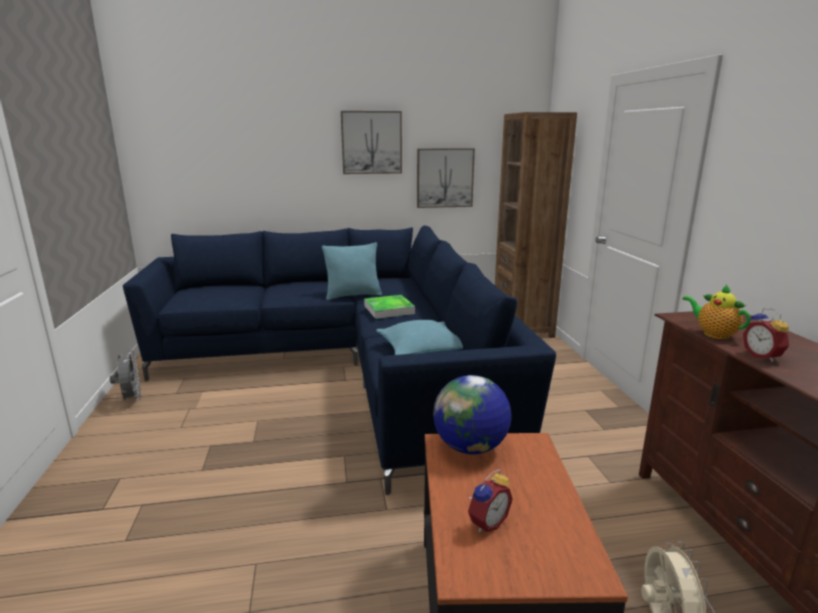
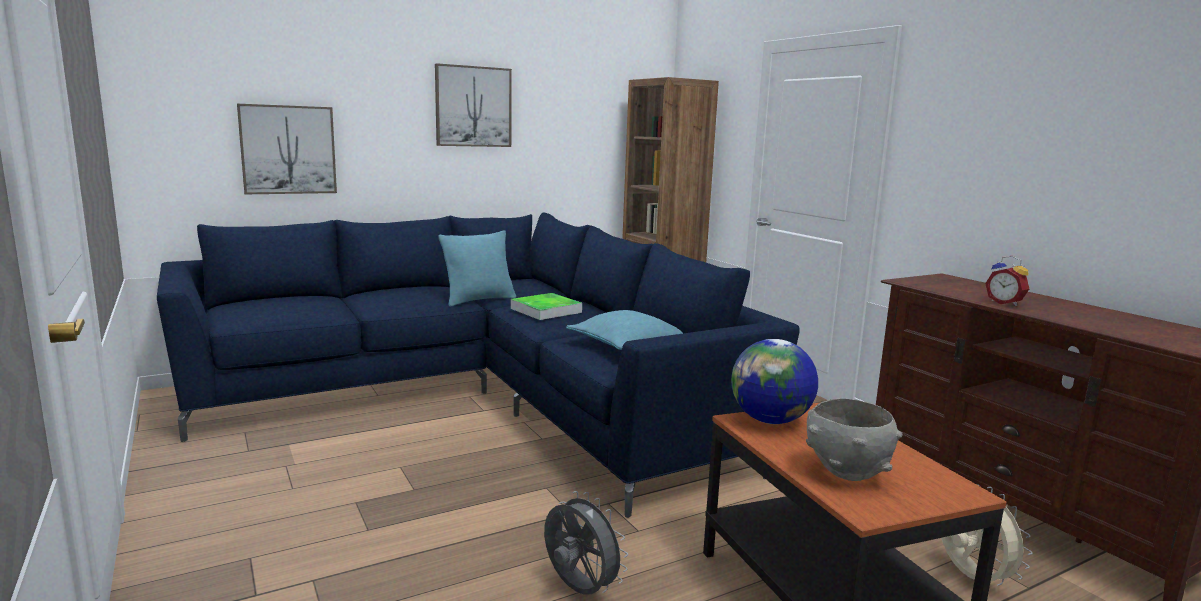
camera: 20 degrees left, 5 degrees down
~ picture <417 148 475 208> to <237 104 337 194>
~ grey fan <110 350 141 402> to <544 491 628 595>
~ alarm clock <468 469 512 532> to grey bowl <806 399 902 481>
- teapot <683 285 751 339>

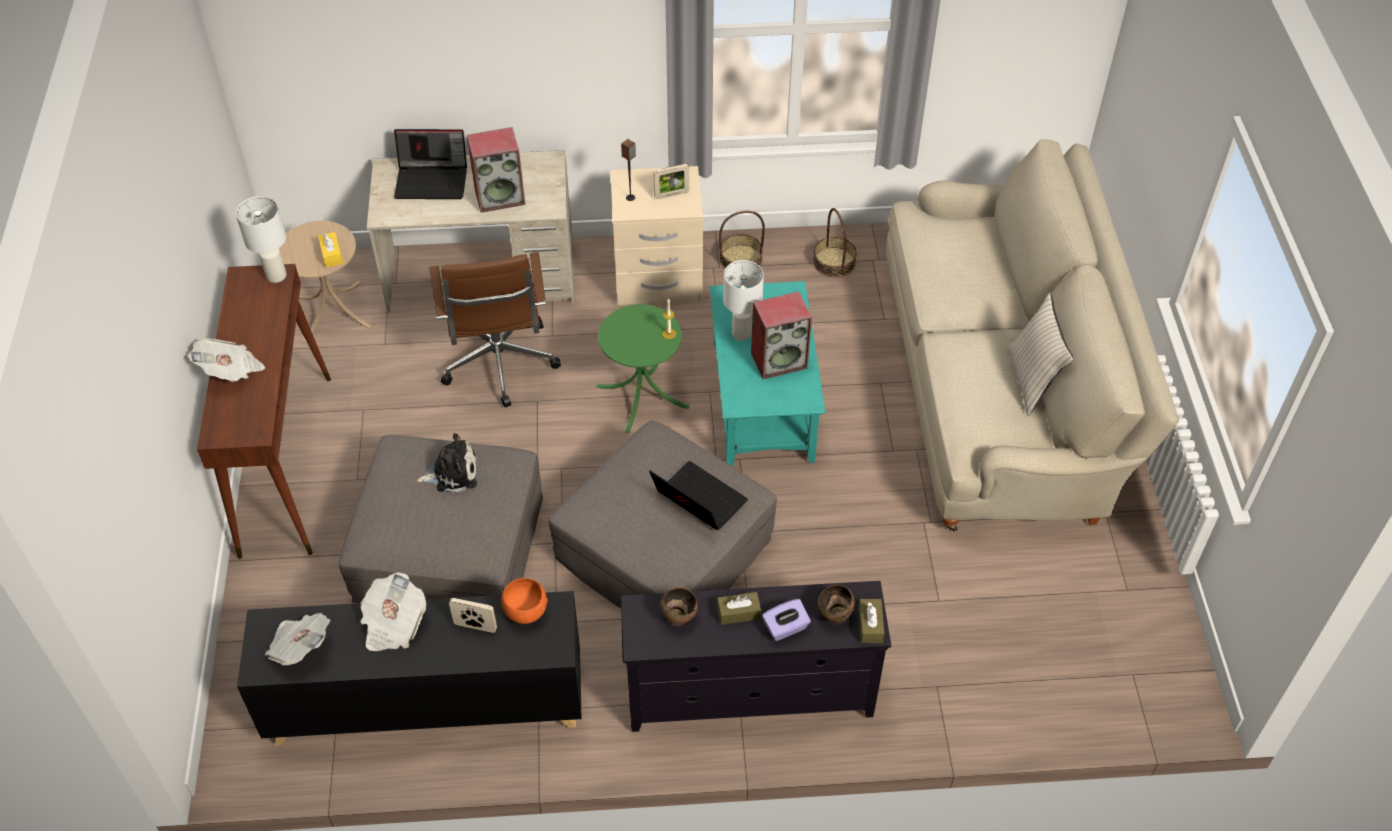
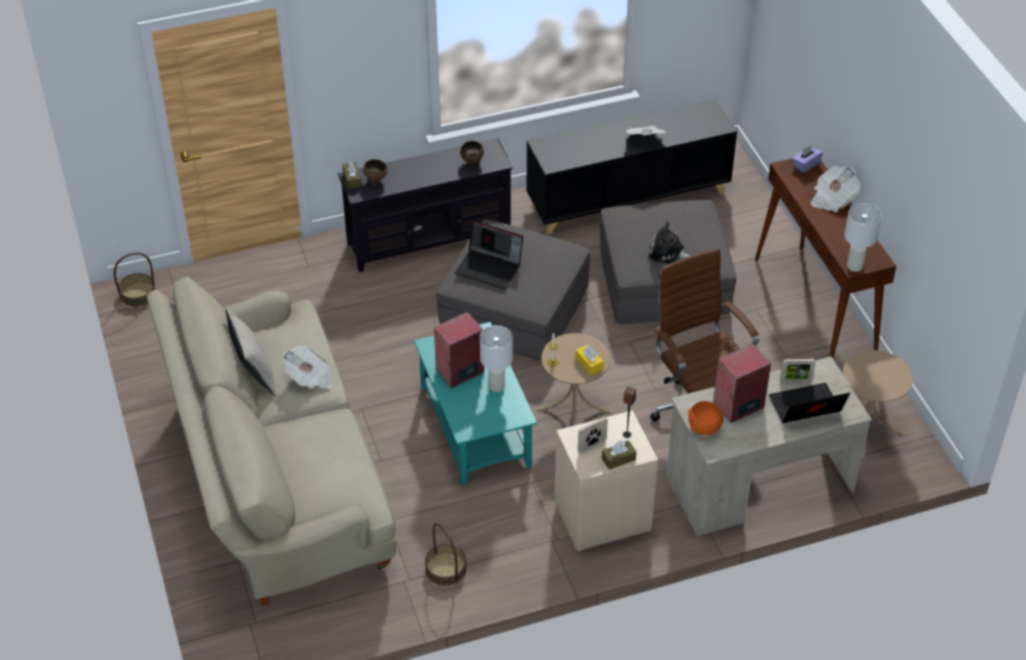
camera: 165 degrees right, 5 degrees down
~ basket <719 211 765 269> to <114 252 156 307>
~ newspaper <265 613 330 665> to <283 346 332 389>
~ green side table <596 304 690 433> to beige side table <533 333 615 426>
~ yellow tissue box <318 232 343 267> to <575 344 604 375>
~ brown tissue box <717 592 761 625> to <602 440 637 470>
~ plush toy <416 433 477 492> = <648 222 691 265> 45 degrees clockwise
~ orange bowl <501 578 548 624> to <688 401 723 435>
~ picture frame <449 598 497 633> to <780 359 816 384>
~ purple tissue box <762 599 811 641> to <792 145 823 173>

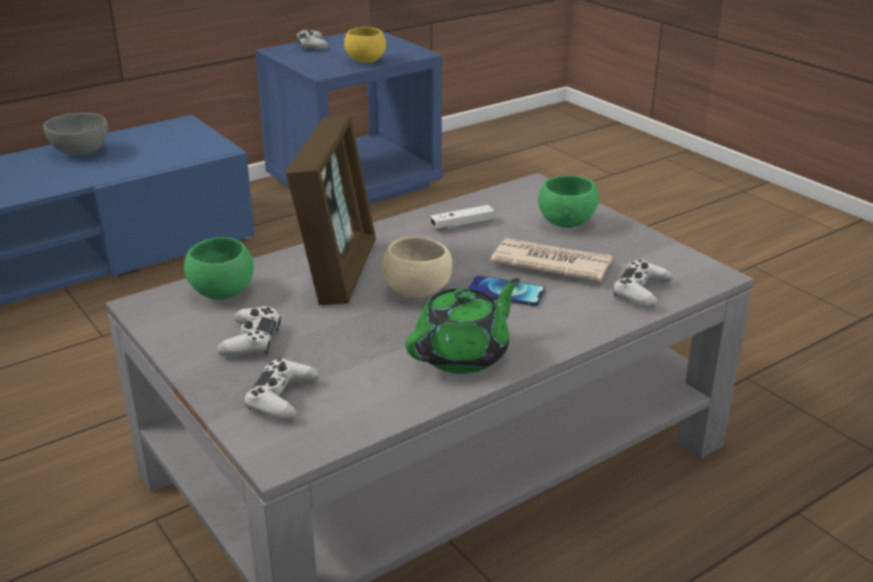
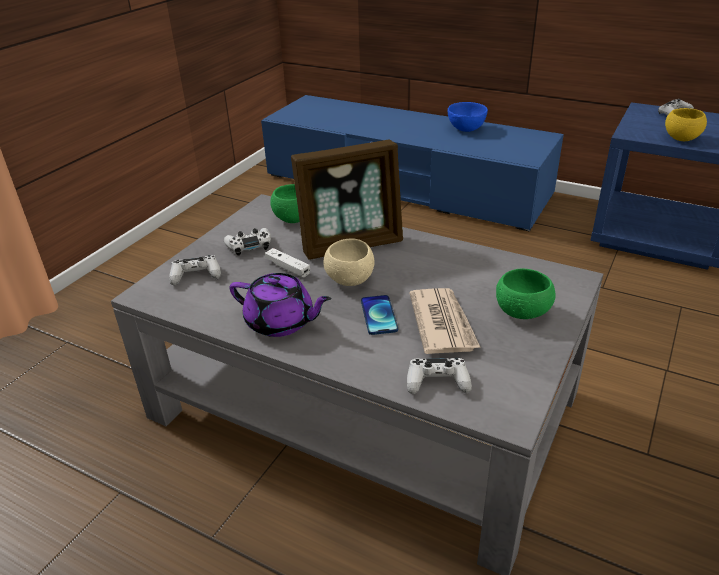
camera: 65 degrees right, 5 degrees up
~ green teapot <405 278 520 374> to purple teapot <230 273 331 337>
~ white game controller <431 205 495 229> to <265 248 310 277>
~ grey bowl <43 113 108 156> to blue bowl <448 102 488 132>

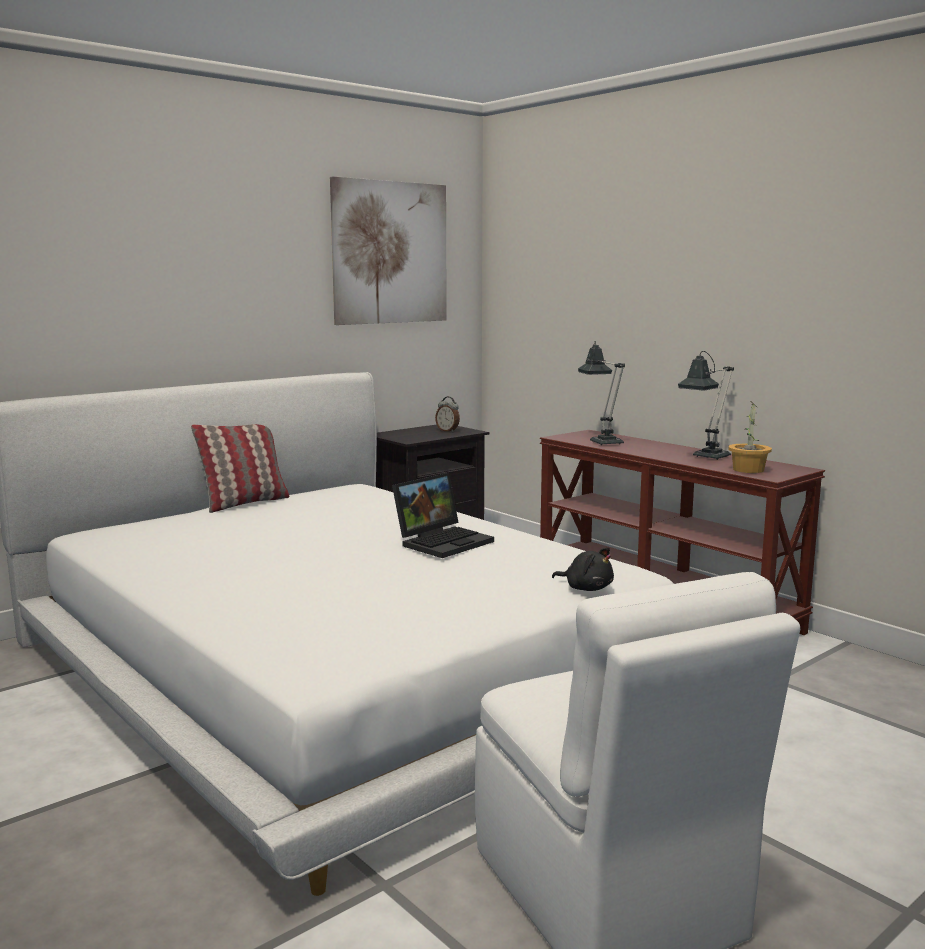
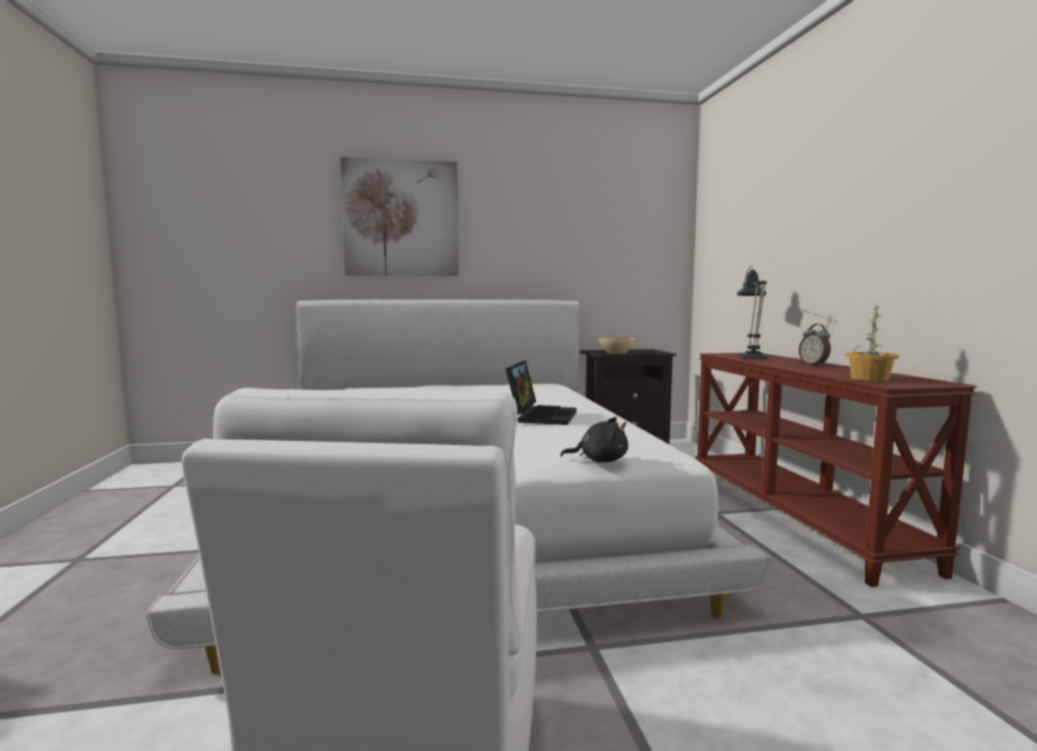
camera: 30 degrees right, 5 degrees down
~ picture <330 176 447 325> to <340 157 458 276>
~ laptop <392 473 494 558> = <505 360 577 425> 60 degrees counterclockwise
~ black plush toy <552 548 614 591> = <560 417 628 463> 60 degrees counterclockwise
+ beige bowl <599 337 635 353>
~ alarm clock <435 397 460 432> to <799 324 831 366>
- pillow <191 424 289 513>
- table lamp <678 351 734 460>

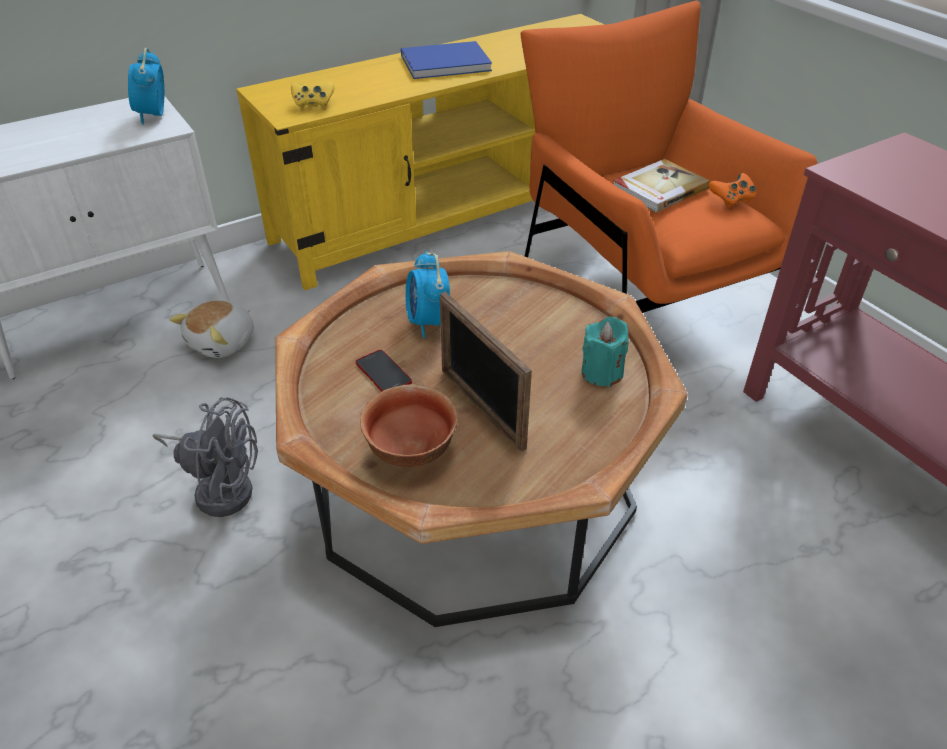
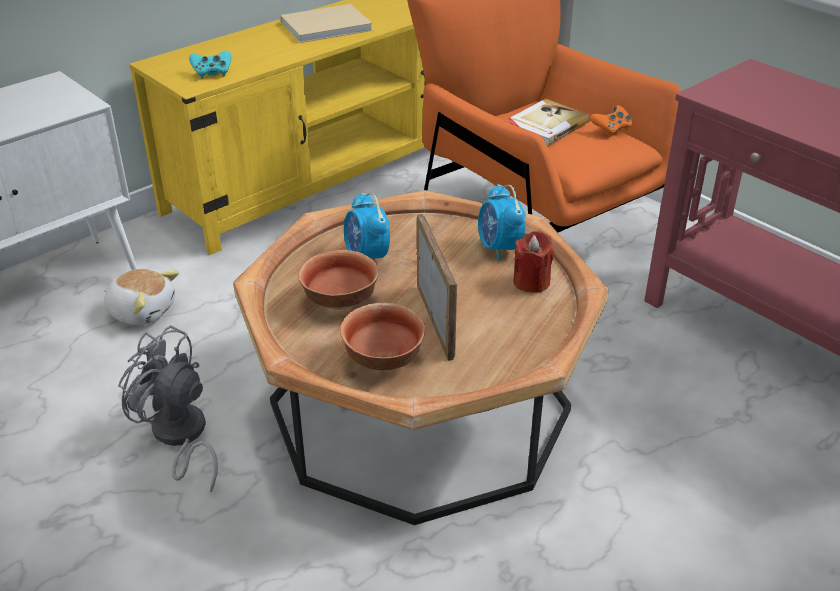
camera: 10 degrees left, 5 degrees down
~ plush toy <169 300 254 358> = <104 269 179 326> 90 degrees counterclockwise
~ grey fan <152 397 258 517> = <118 325 218 492> 150 degrees counterclockwise
~ yellow game controller <291 81 335 109> to turquoise game controller <189 51 231 78>
~ blue book <401 41 492 79> to beige book <280 4 373 43>
~ phone <355 350 412 392> to bowl <298 250 379 310>
~ picture frame <440 292 532 452> = <417 214 457 361> 150 degrees counterclockwise
~ alarm clock <128 48 164 124> to <478 184 526 261>
~ turquoise candle <582 317 629 387> to red candle <513 231 554 293>

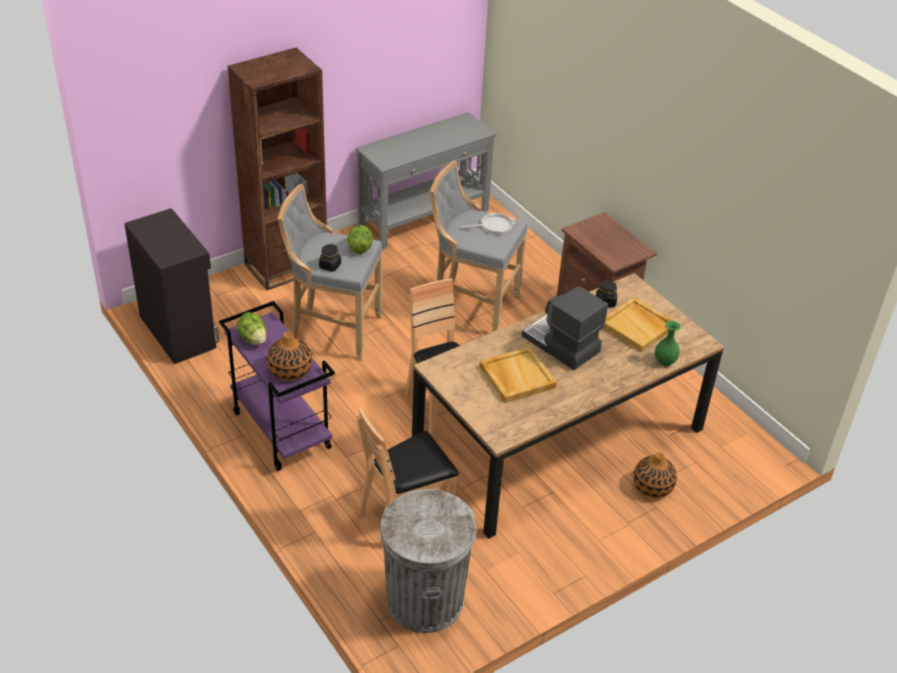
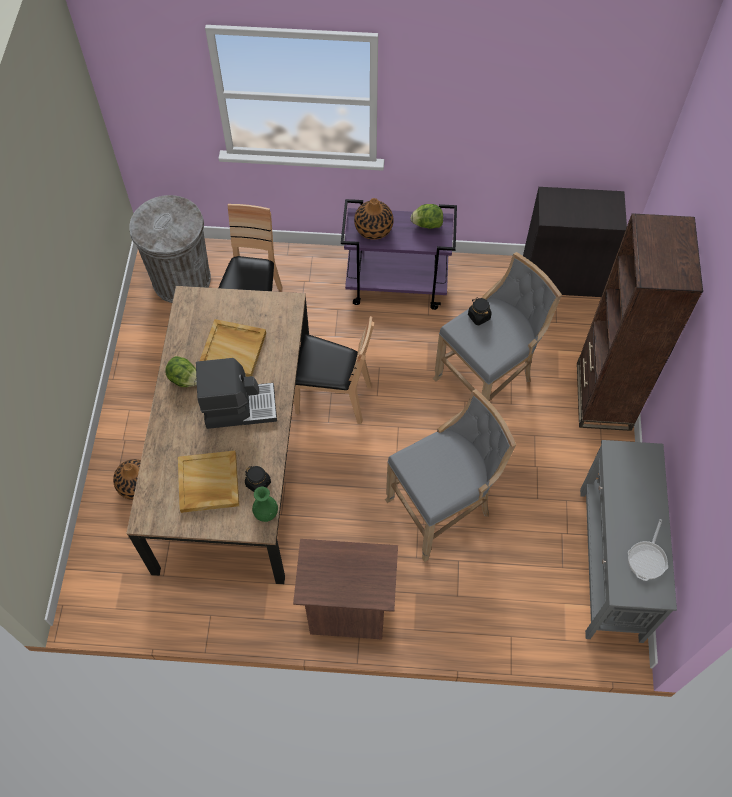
camera: 130 degrees right, 20 degrees up
~ lettuce <347 225 373 254> to <165 356 197 387>
~ green vase <655 321 680 366> to <252 487 278 522>
~ frying pan <460 212 515 235> to <628 519 668 581>

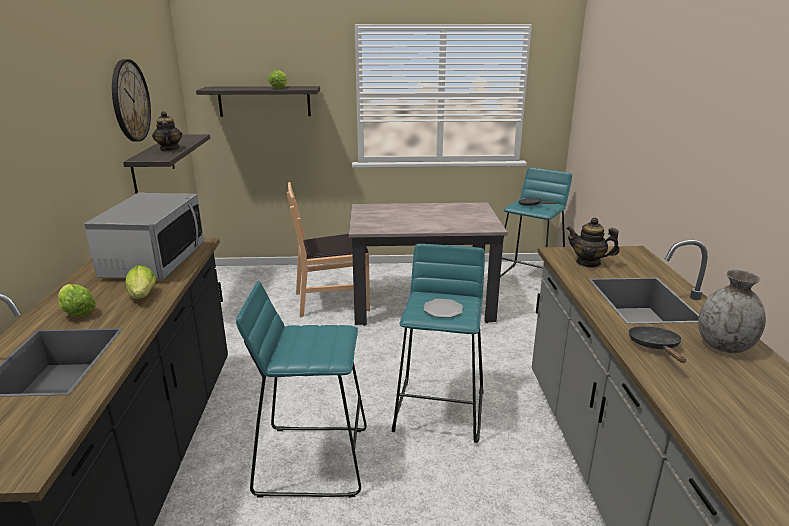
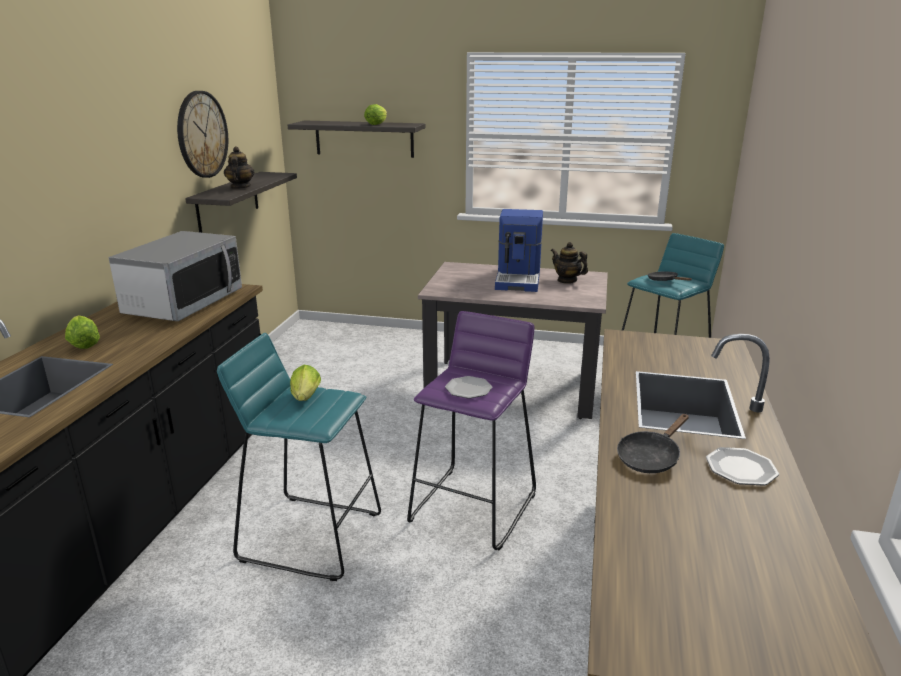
camera: 15 degrees right, 0 degrees up
~ lettuce <125 265 156 299> to <290 365 321 401>
~ turquoise stool <392 244 485 443> to purple stool <407 311 536 550>
+ coffee machine <495 209 543 292>
~ teapot <566 218 620 268> to <551 242 588 284>
~ black frying pan <628 326 686 363> = <617 414 689 473> 150 degrees counterclockwise
~ grey vase <698 269 766 353> to plate <706 447 779 486>
- brown chair <287 182 370 317>

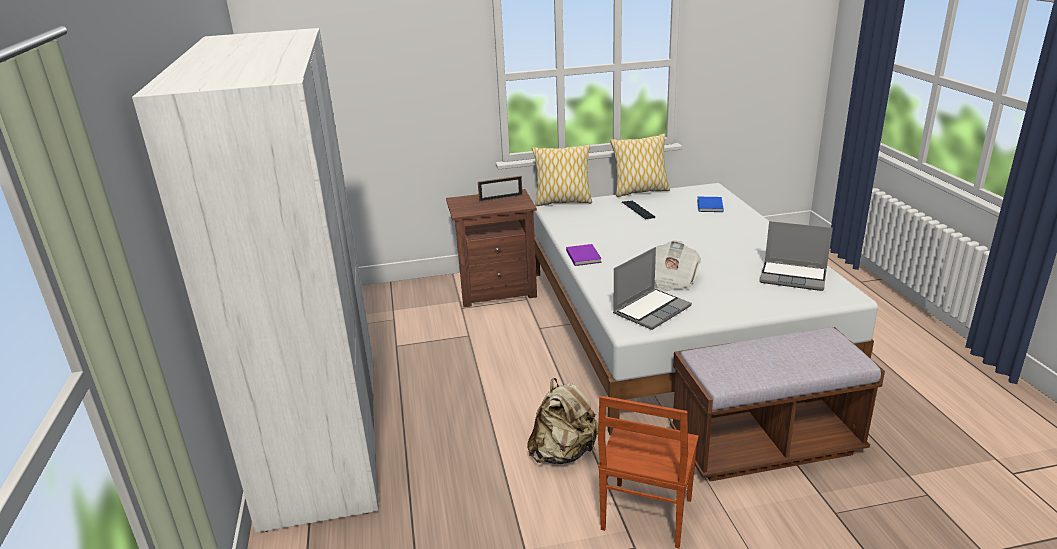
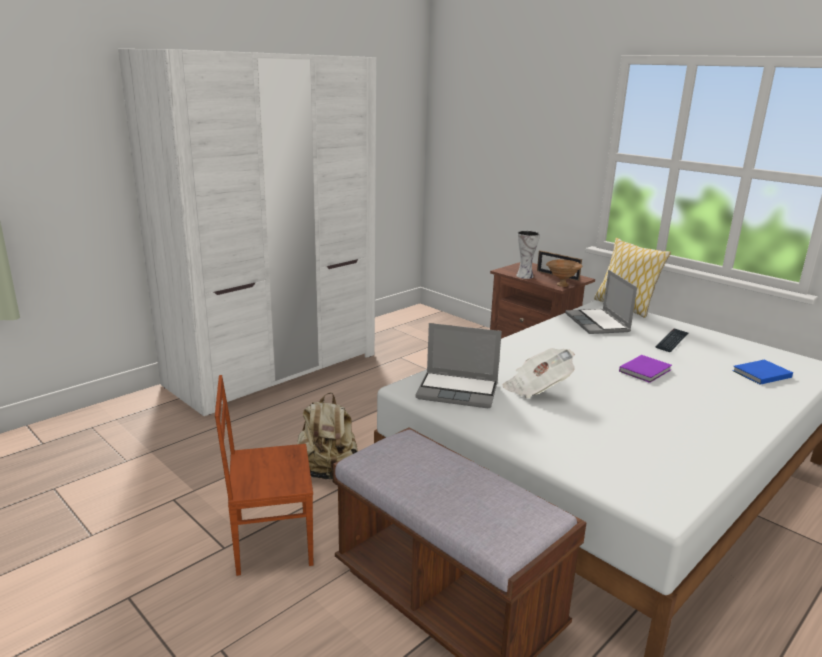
camera: 55 degrees right, 5 degrees down
+ vase <516 230 540 279>
+ brown bowl <546 259 582 287>
~ laptop <759 221 833 291> to <565 270 637 334>
~ purple book <566 244 602 266> to <619 355 672 383>
- pillow <610 134 670 197>

